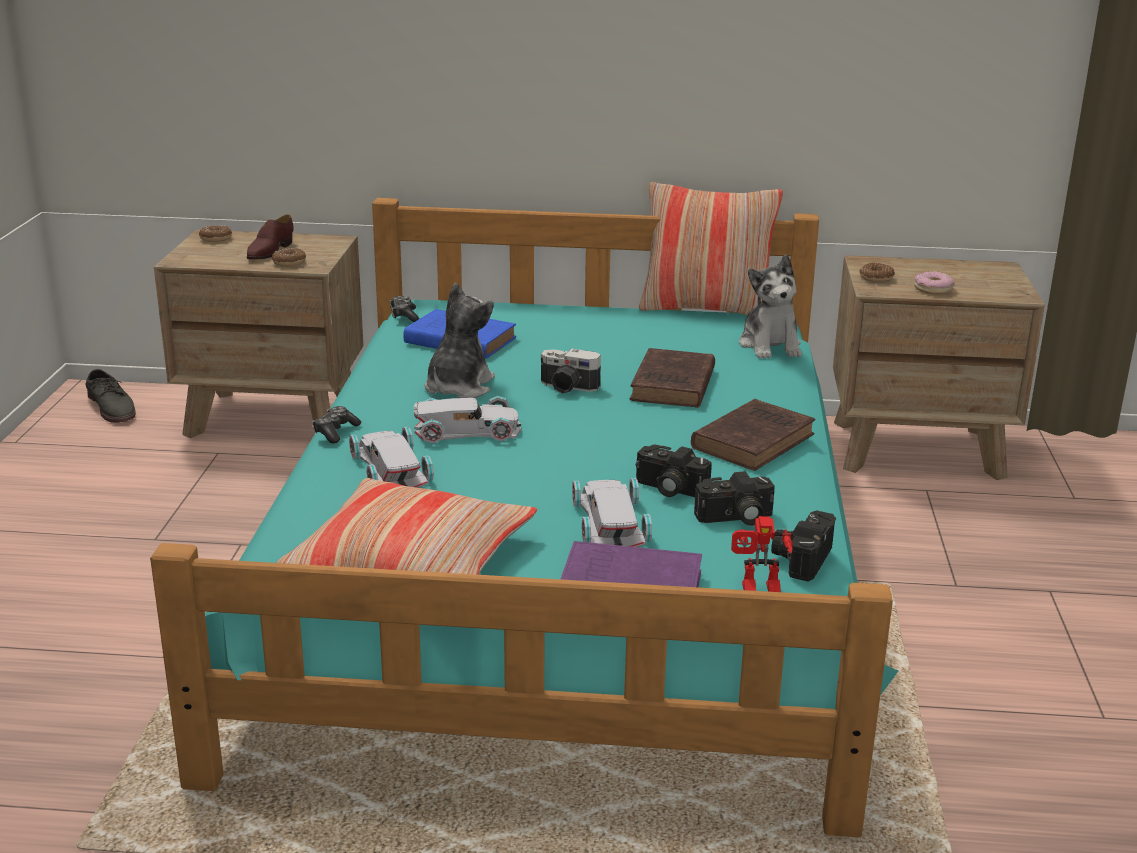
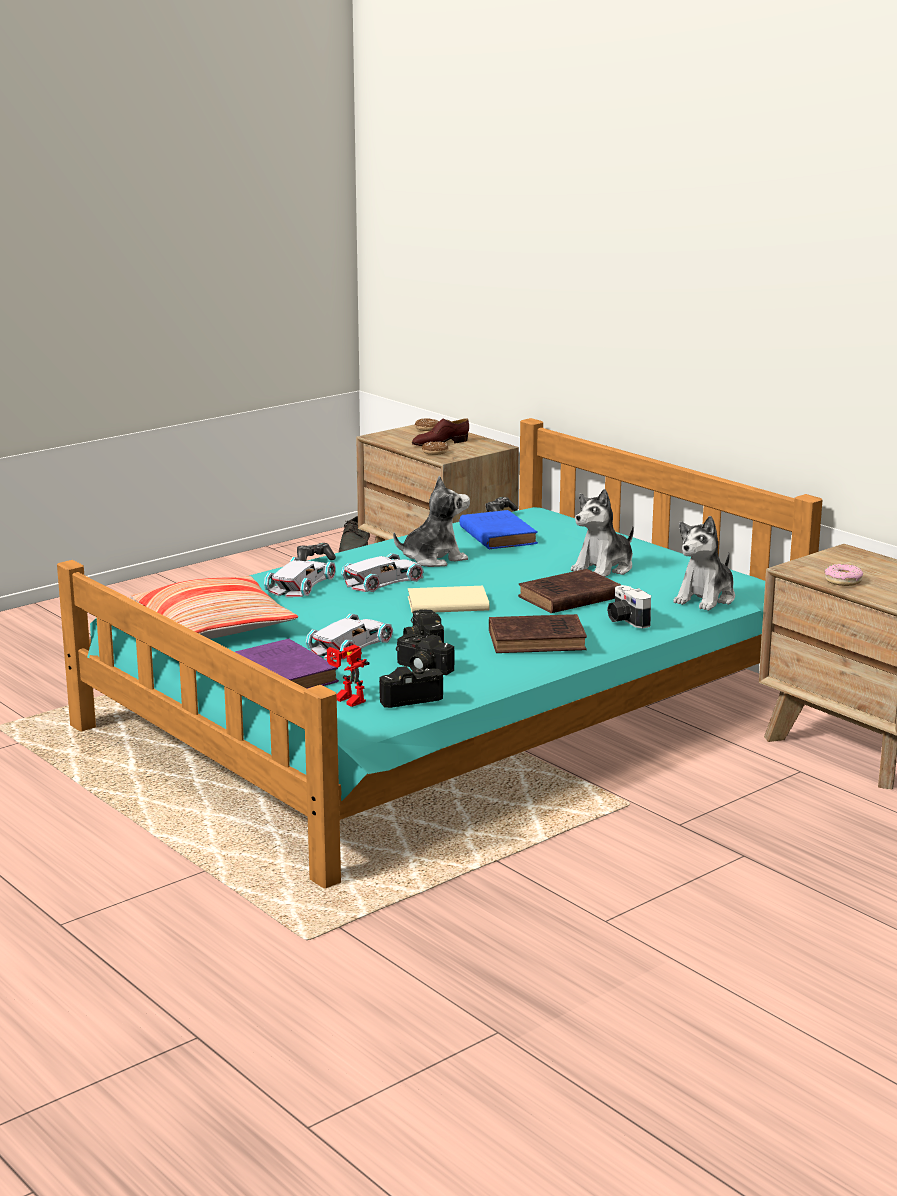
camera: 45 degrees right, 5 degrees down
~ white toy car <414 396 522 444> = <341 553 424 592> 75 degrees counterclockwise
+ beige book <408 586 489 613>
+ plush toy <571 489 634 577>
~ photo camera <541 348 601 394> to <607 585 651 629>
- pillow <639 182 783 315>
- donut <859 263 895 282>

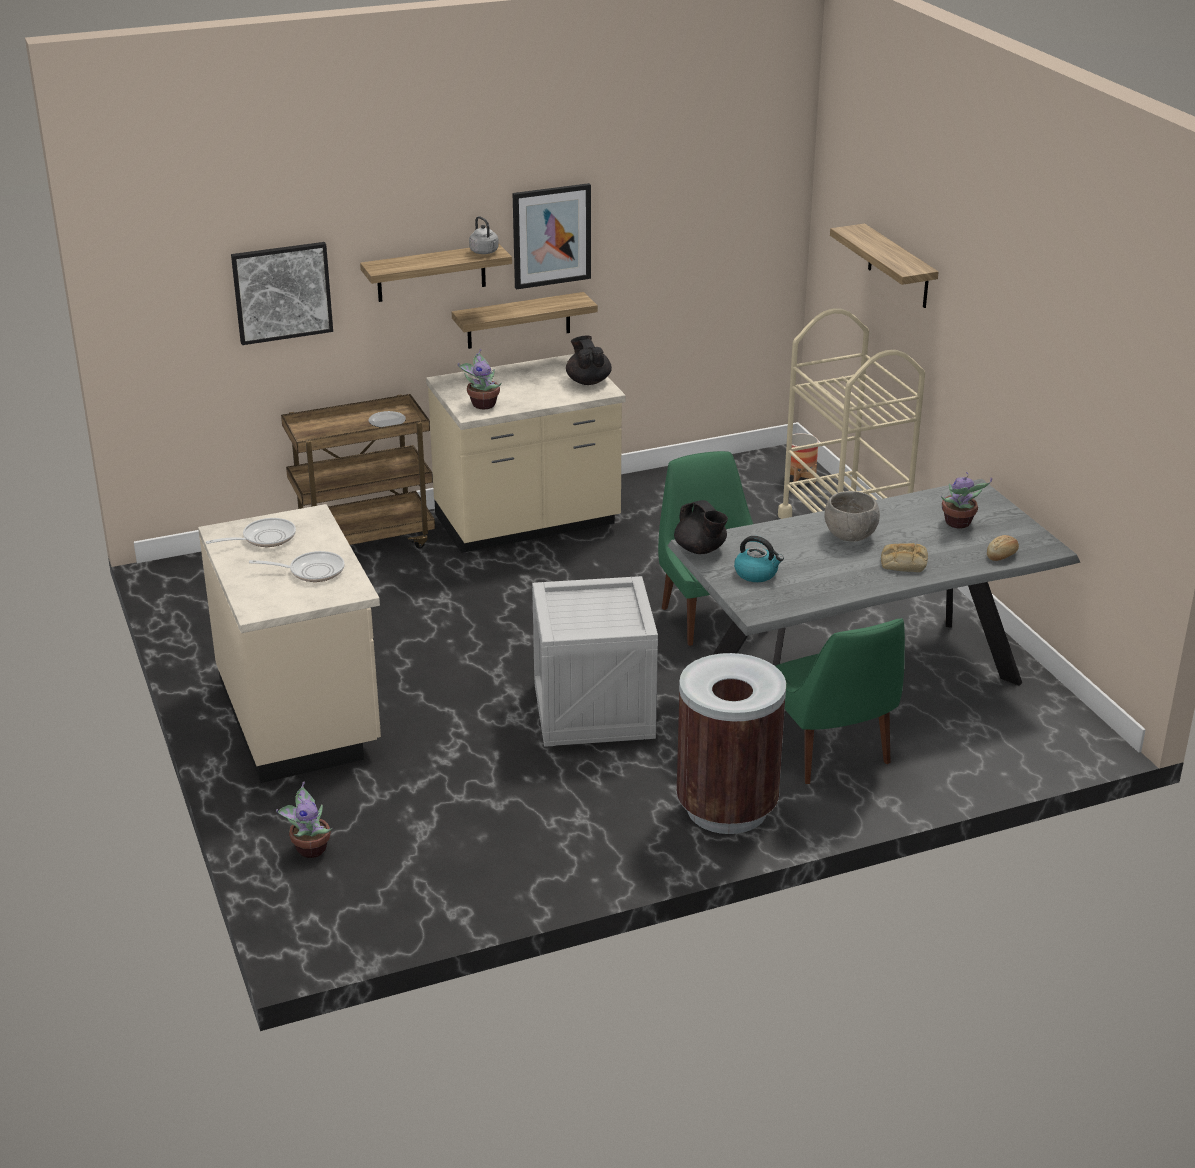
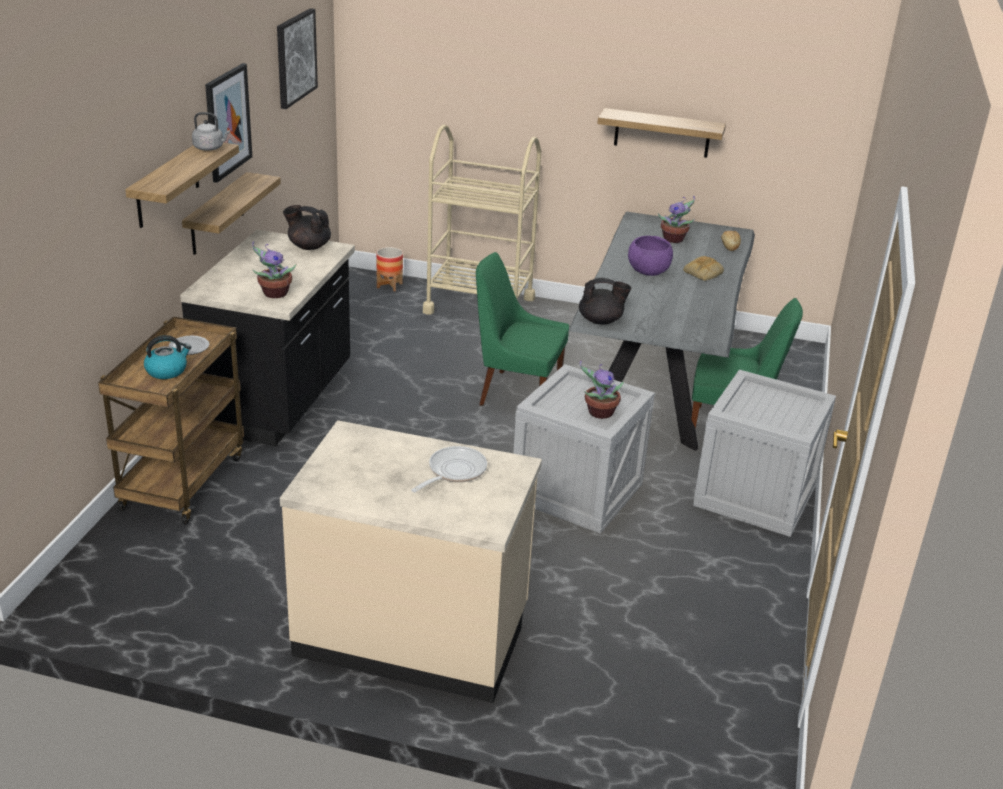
camera: 55 degrees left, 0 degrees up
~ kettle <734 536 784 582> to <144 335 191 379>
~ beige counter <426 354 626 553> to black counter <180 230 355 446>
~ picture <231 242 333 345> to <277 8 318 109>
~ potted plant <276 782 332 858> to <580 361 624 419>
~ shelf <830 223 939 308> to <597 108 726 157>
~ grey bowl <825 491 880 542> to purple bowl <628 236 673 276>
~ brown trash can <676 653 786 834> to crate <693 370 836 537>
- frying pan <206 518 296 547>

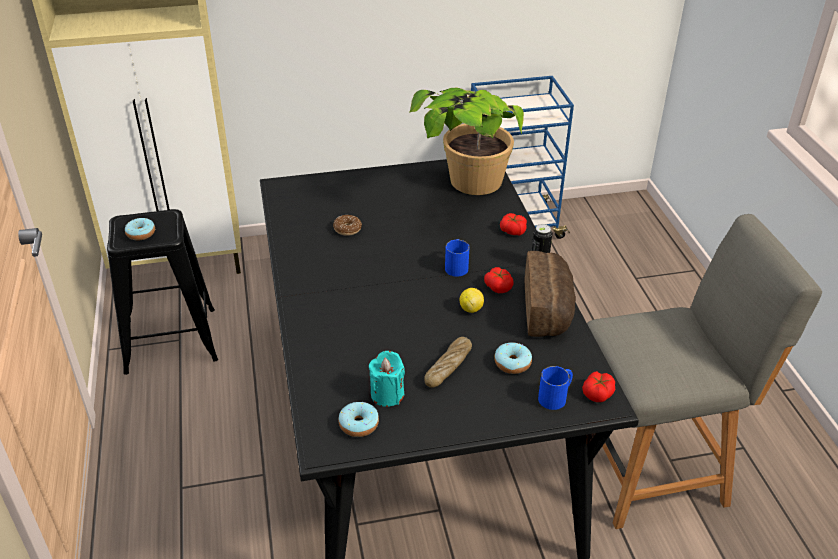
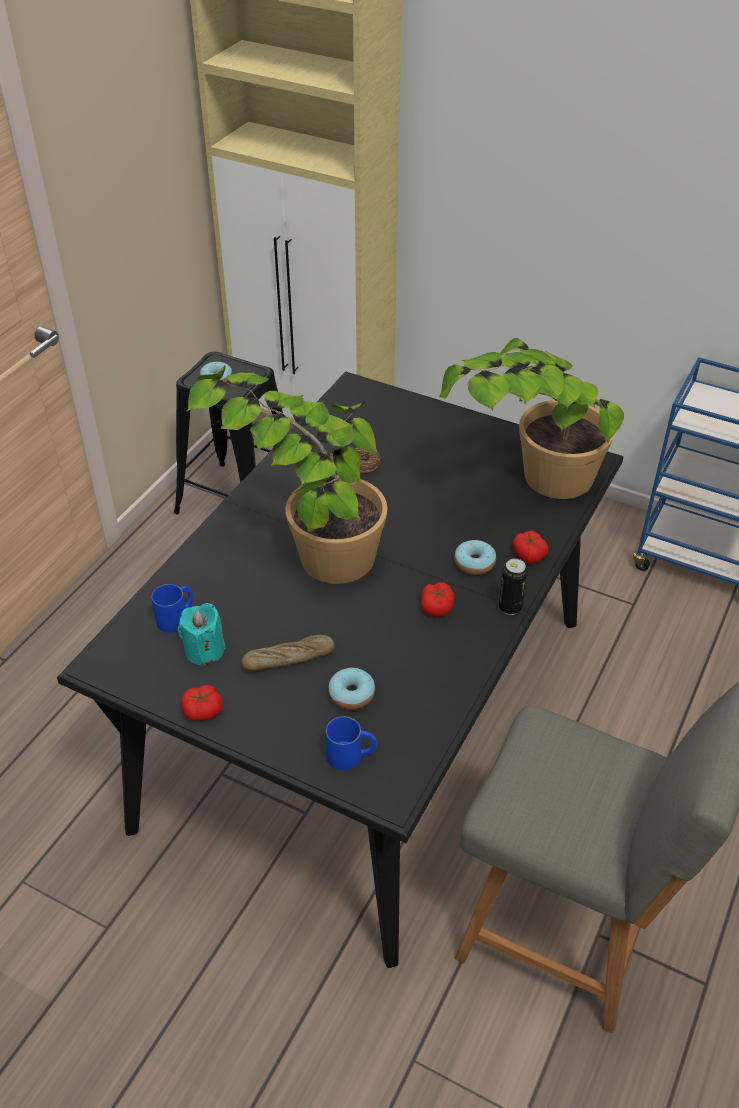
camera: 40 degrees right, 5 degrees up
~ blue mug <445 239 469 277> to <151 584 194 633>
~ tomato <582 371 615 402> to <181 685 223 721>
+ potted plant <186 365 388 584>
~ donut <339 402 379 437> to <454 540 496 575>
- lemon <459 288 484 313>
- bread <524 251 576 337>

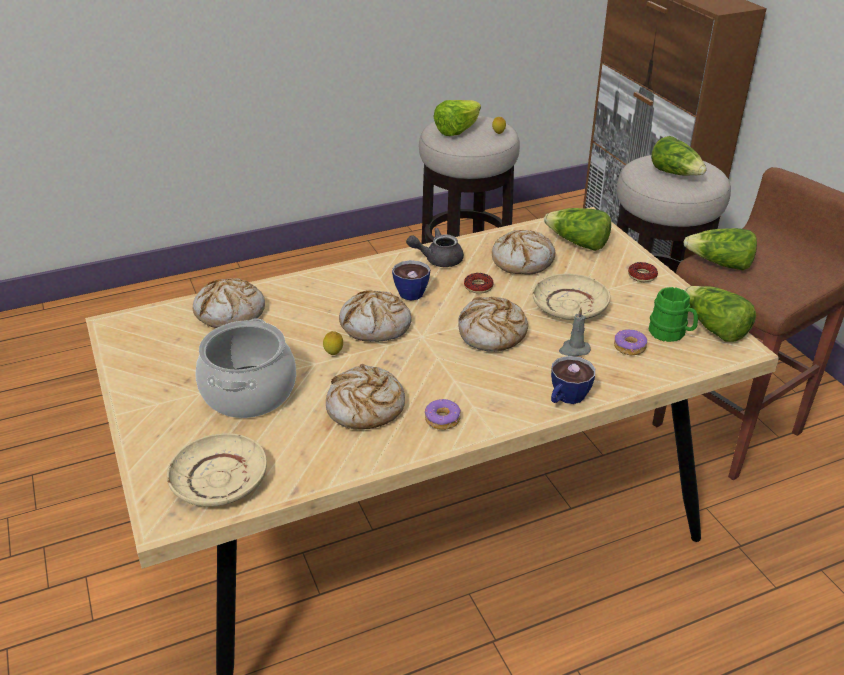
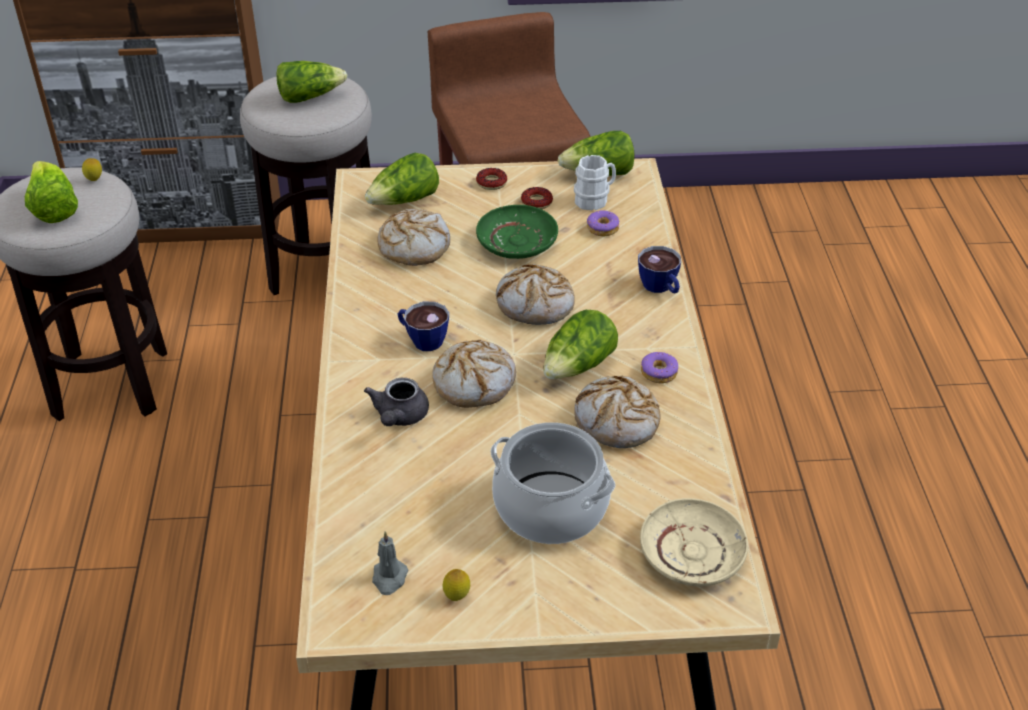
camera: 70 degrees left, 5 degrees up
~ grey teapot <406 228 464 267> to <364 378 429 426>
~ grey candle <559 308 591 356> to <372 531 408 595>
~ lemon <323 331 343 355> to <443 569 470 601>
~ beige plate <532 274 610 320> to green plate <476 205 558 259>
~ donut <464 273 494 294> to <521 187 553 209>
~ lettuce <683 228 757 270> to <543 310 618 379>
~ green mug <649 287 698 342> to white mug <574 155 616 210>
- bread <193 278 265 328>

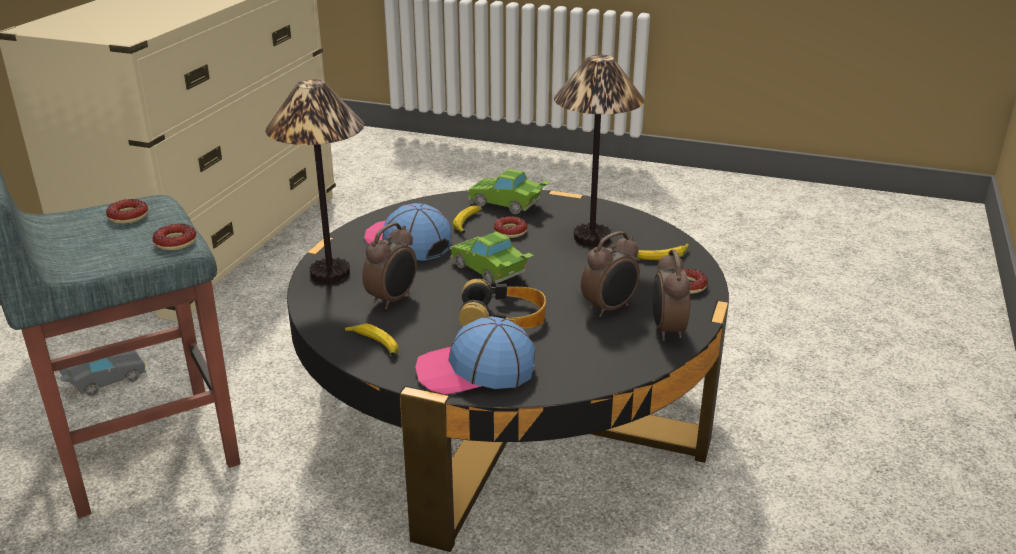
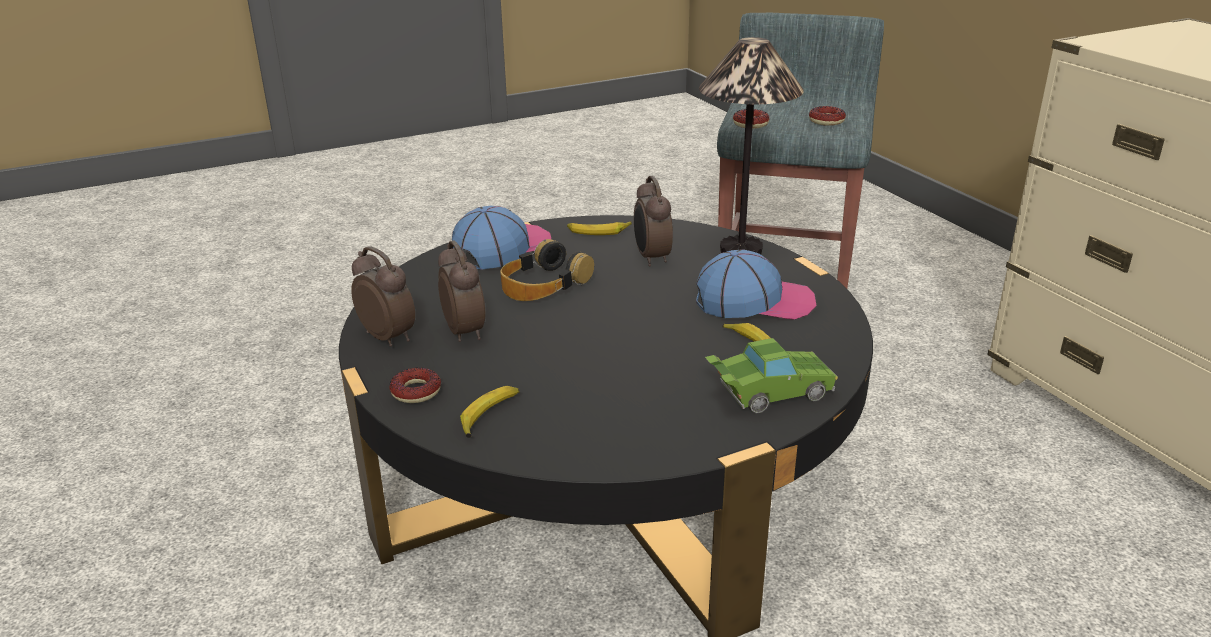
camera: 135 degrees right, 0 degrees up
~ alarm clock <581 231 640 317> = <438 240 485 342> 150 degrees clockwise
- grey toy car <58 347 146 397>
- green toy car <450 231 534 285>
- donut <494 216 528 238>
- table lamp <554 55 644 246>

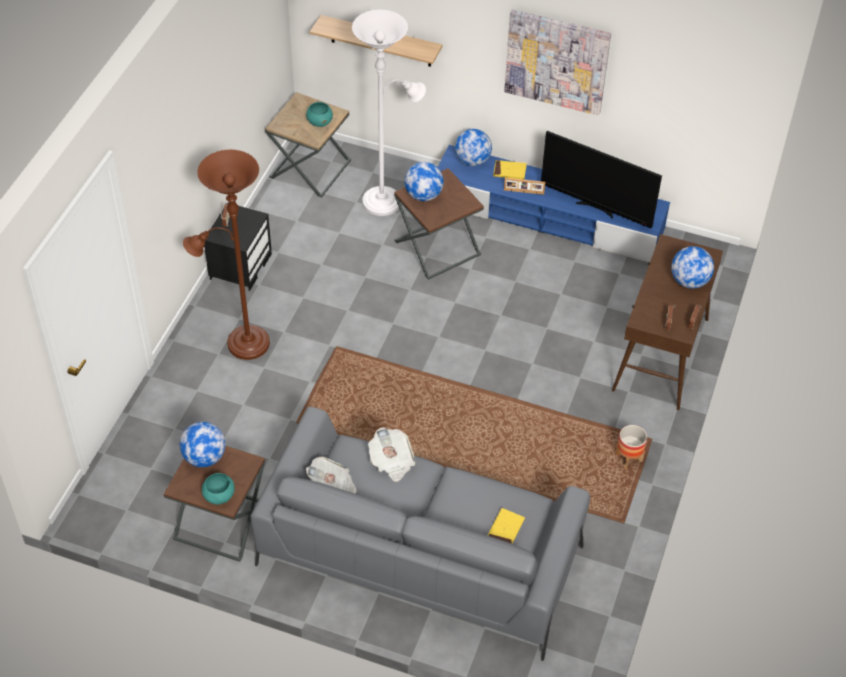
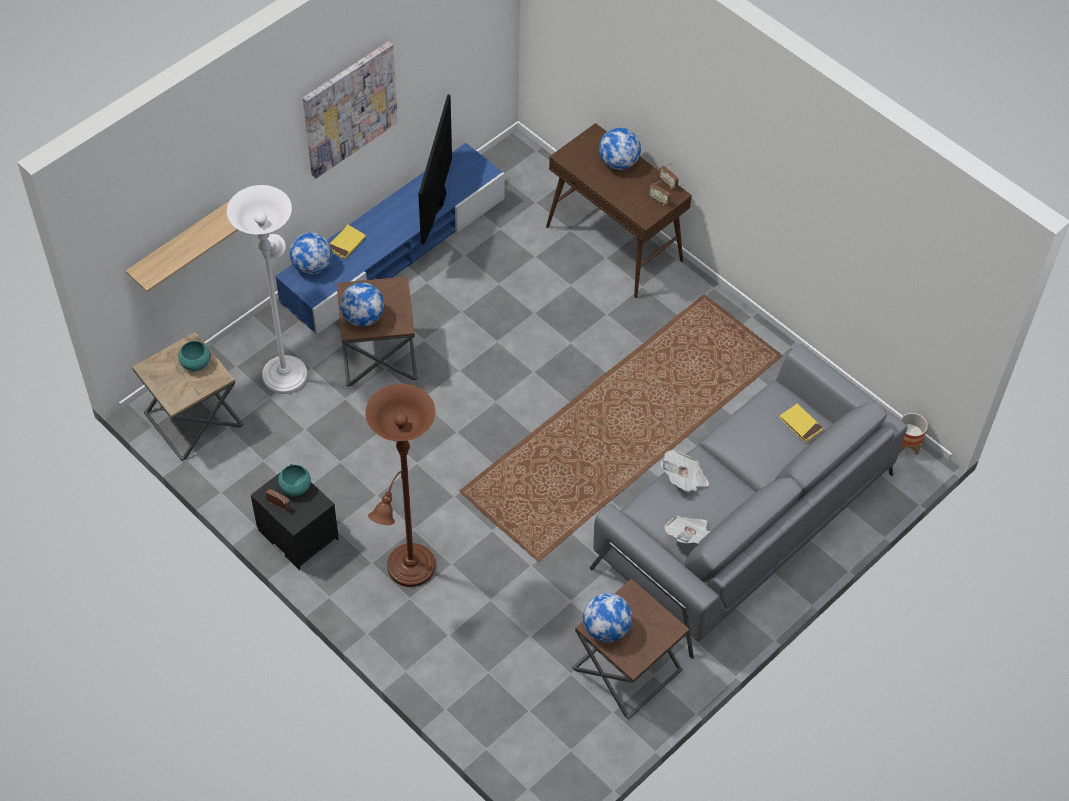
camera: 65 degrees left, 5 degrees up
~ turquoise bowl <202 473 235 505> to <278 465 311 496>
~ television <541 131 662 228> = <418 95 452 244> 135 degrees clockwise
~ planter <615 425 647 469> to <899 413 928 455>
- picture frame <504 178 545 195>

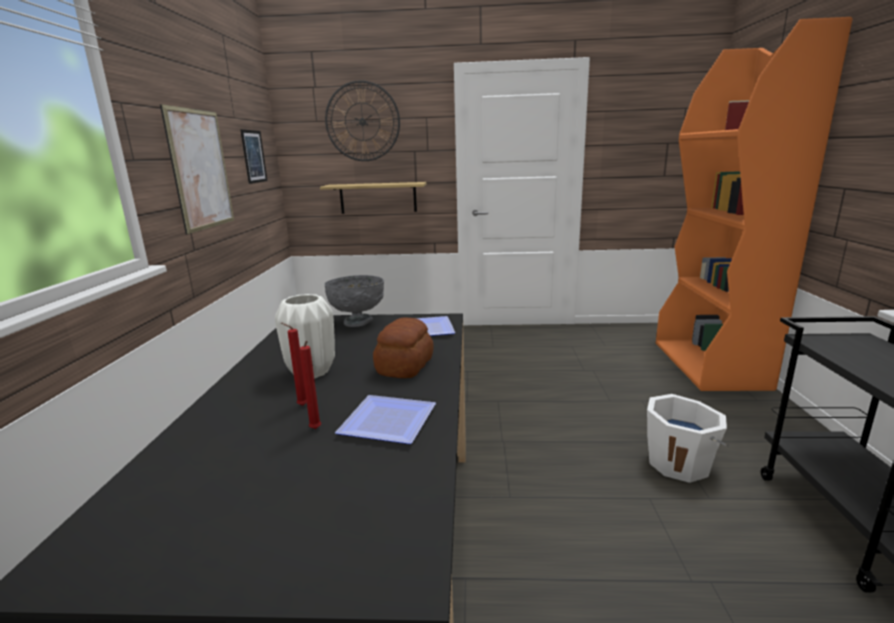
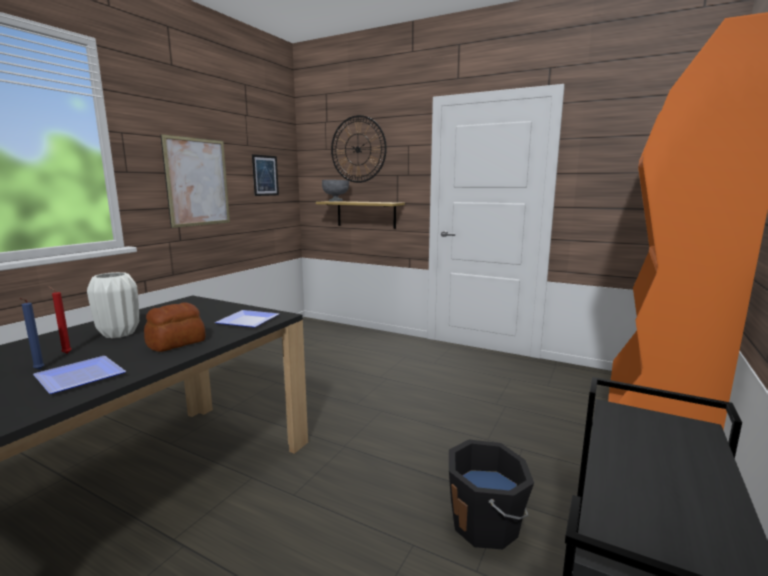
camera: 25 degrees right, 5 degrees down
~ red candle <299 341 321 429> to blue candle <19 298 45 370>
~ grey bowl <325 275 384 327> to <322 180 349 202>
~ white bucket <647 394 729 483> to black bucket <449 439 534 549>

